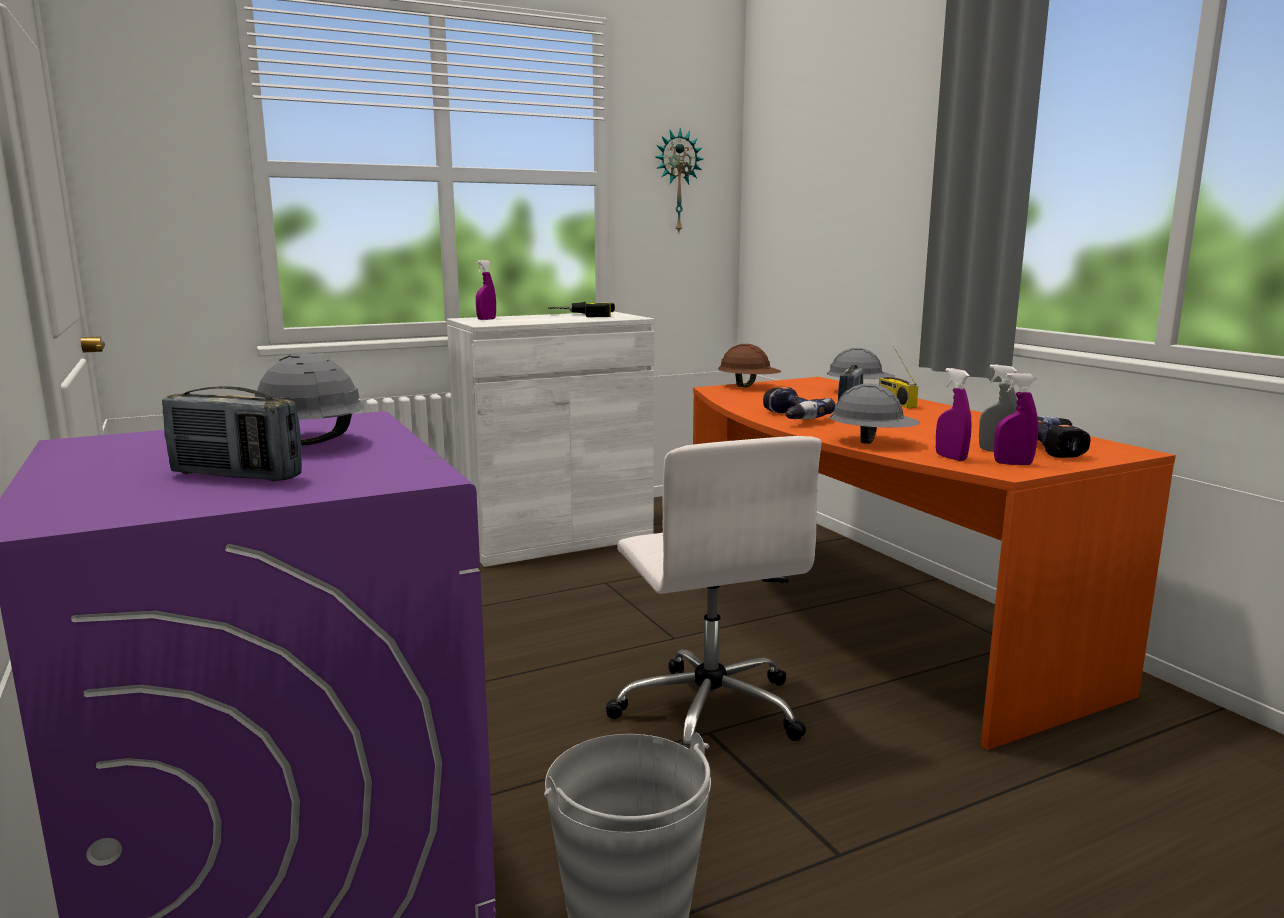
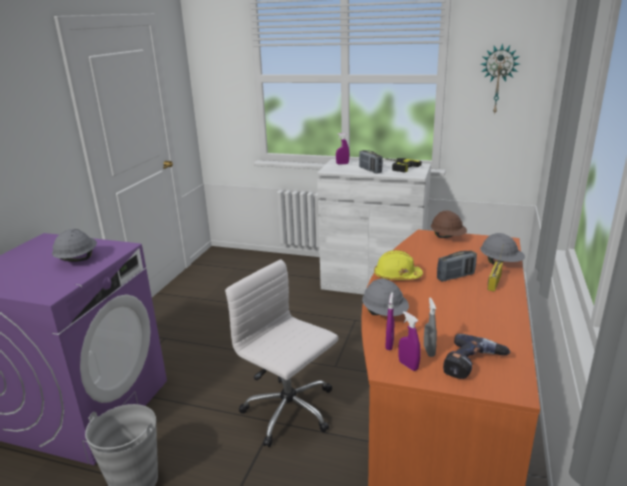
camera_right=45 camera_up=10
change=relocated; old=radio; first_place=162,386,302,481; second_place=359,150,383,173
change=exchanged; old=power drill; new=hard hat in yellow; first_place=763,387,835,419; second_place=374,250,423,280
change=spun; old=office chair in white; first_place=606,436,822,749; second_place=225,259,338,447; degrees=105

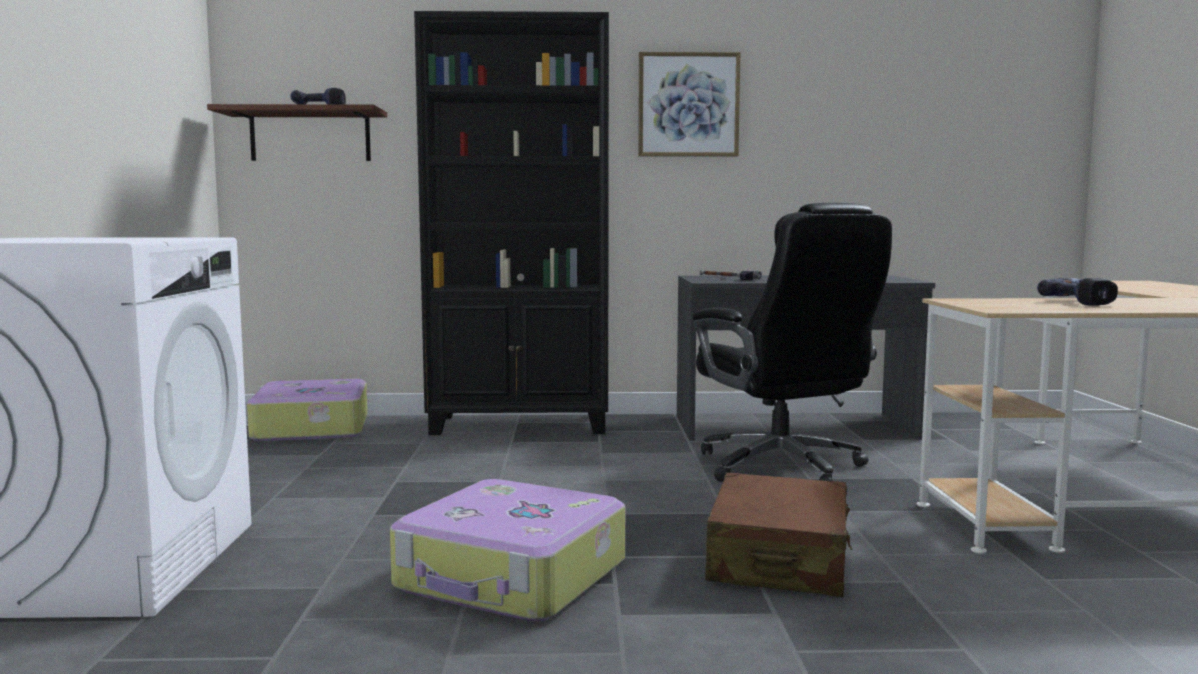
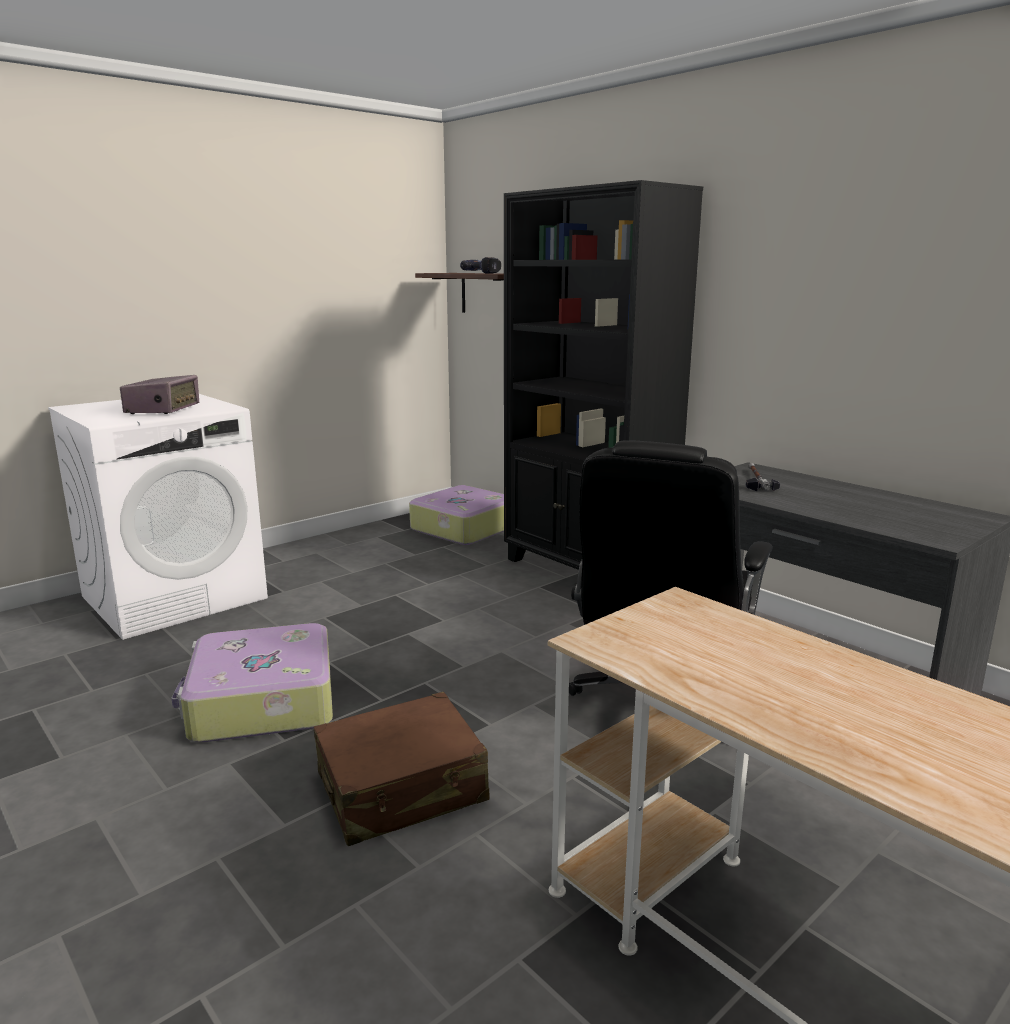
camera_right=50 camera_up=10
change=missing; old=picture; first_place=638,52,741,157
change=missing; old=power drill; first_place=1037,278,1118,305
change=appeared; new=radio; second_place=120,375,199,414

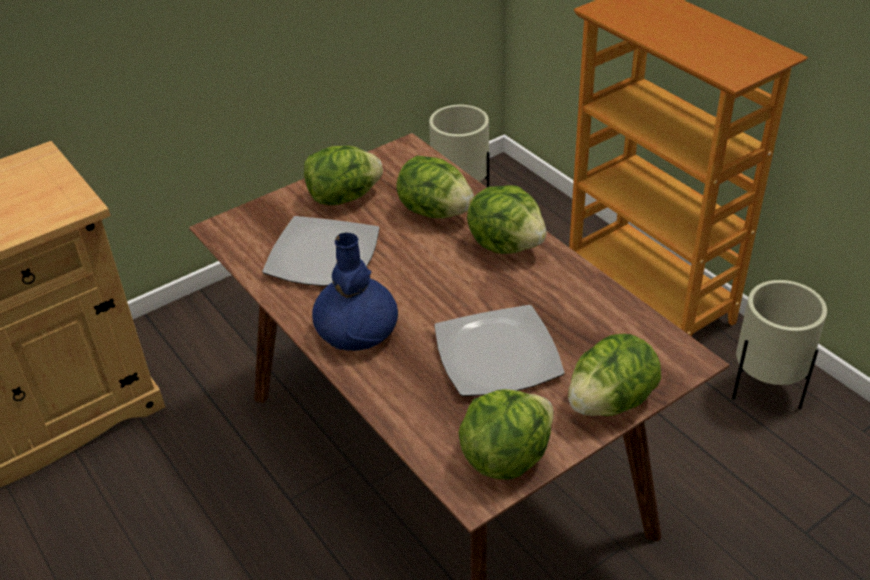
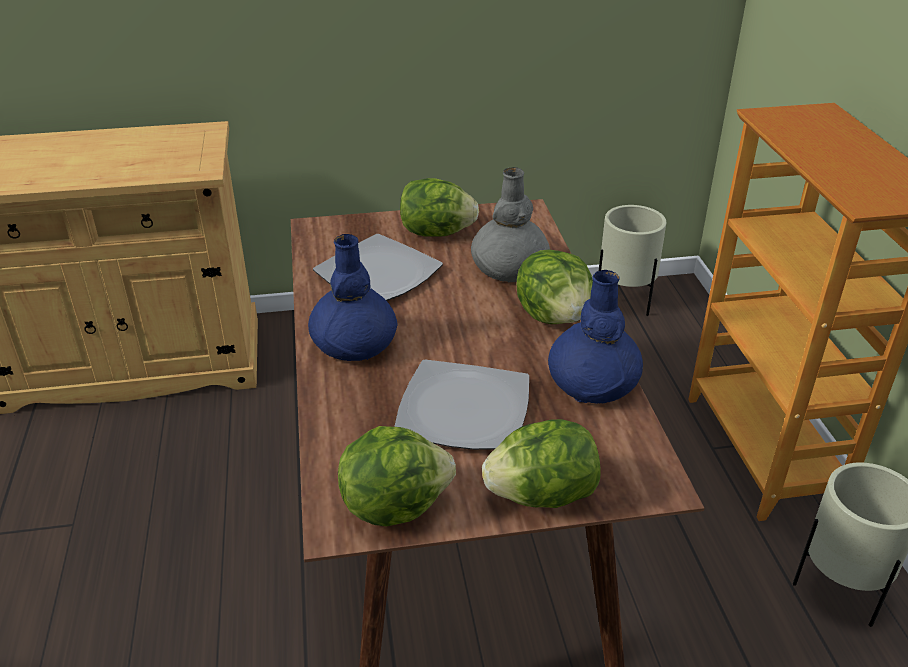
camera_right=25 camera_up=-5
change=appeared; new=vase in blue; second_place=548,270,643,404
change=exchanged; old=lettuce; new=vase in grey; first_place=396,155,474,218; second_place=471,167,550,283

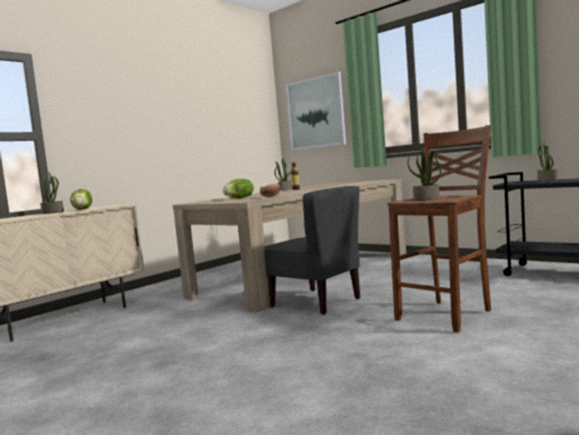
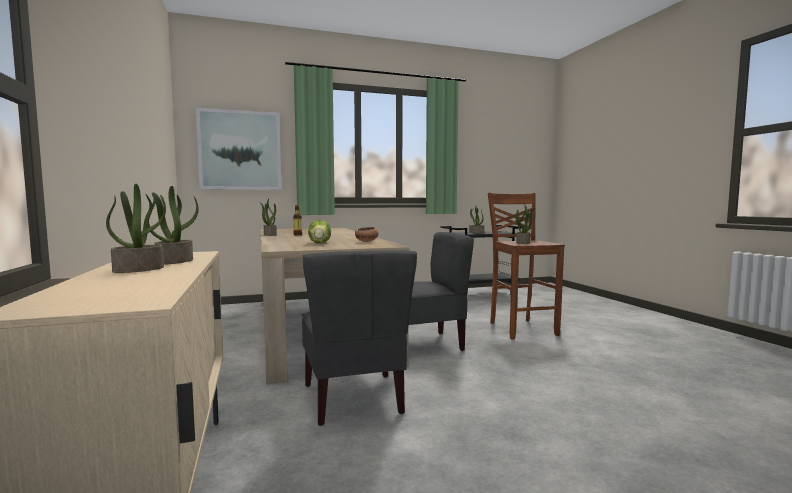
camera_right=-60 camera_up=0
change=appeared; new=chair in grey; second_place=302,250,417,426
change=exchanged; old=lettuce; new=potted plant; first_place=70,189,92,210; second_place=148,186,199,265

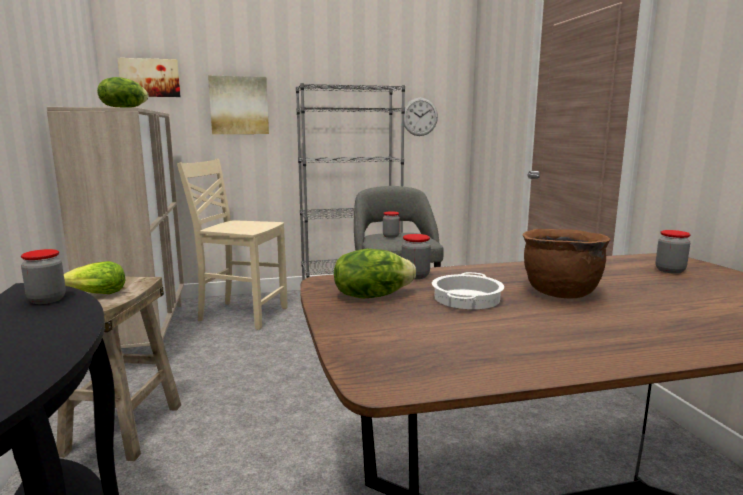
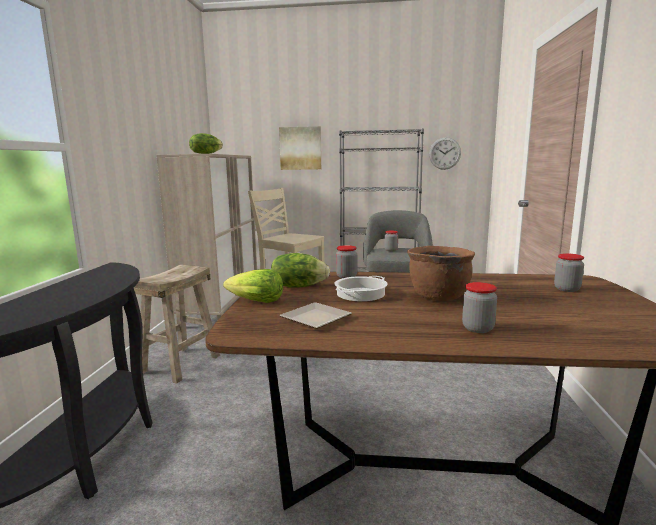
camera_right=20 camera_up=0
change=missing; old=picture; first_place=117,58,181,97
change=appeared; new=plate; second_place=279,302,352,329
change=relocated; old=jar; first_place=21,249,66,304; second_place=462,282,497,333
change=relocated; old=lettuce; first_place=64,261,126,294; second_place=223,269,283,303

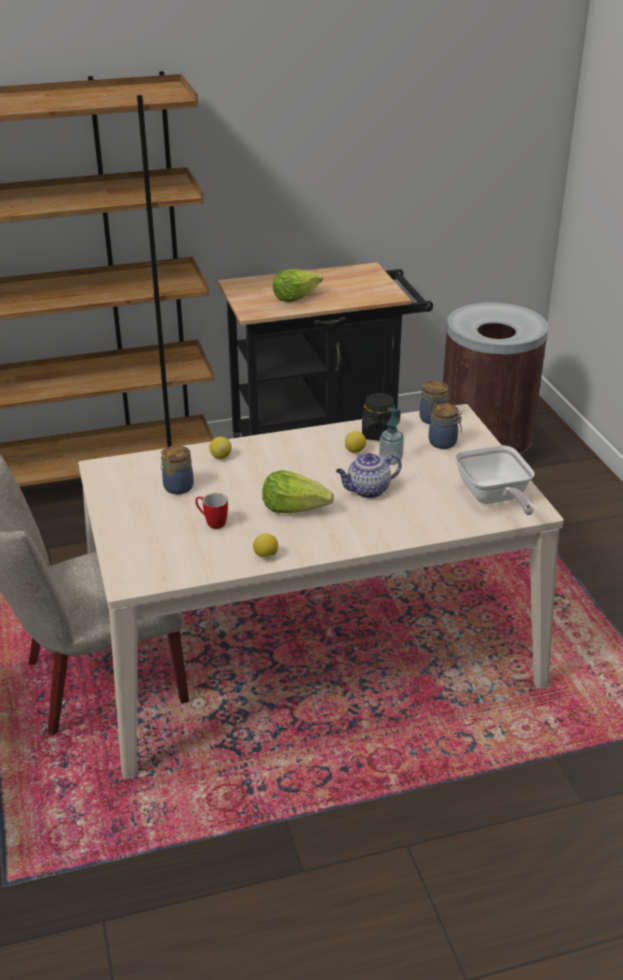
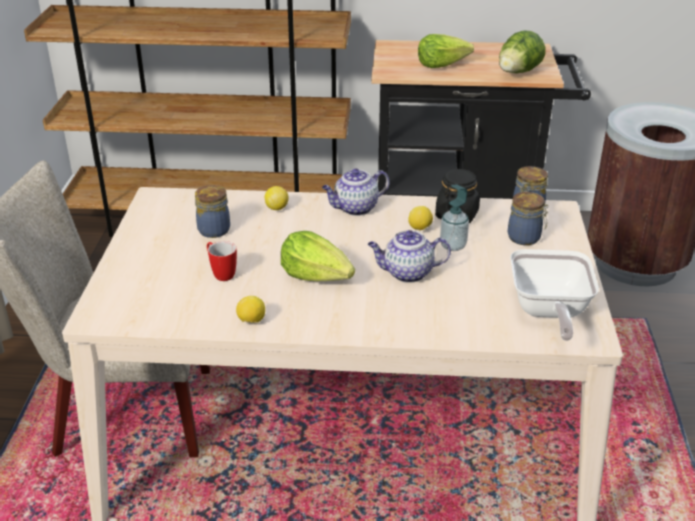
camera_right=20 camera_up=0
change=appeared; new=teapot; second_place=322,169,390,216
change=appeared; new=lettuce; second_place=499,30,545,73

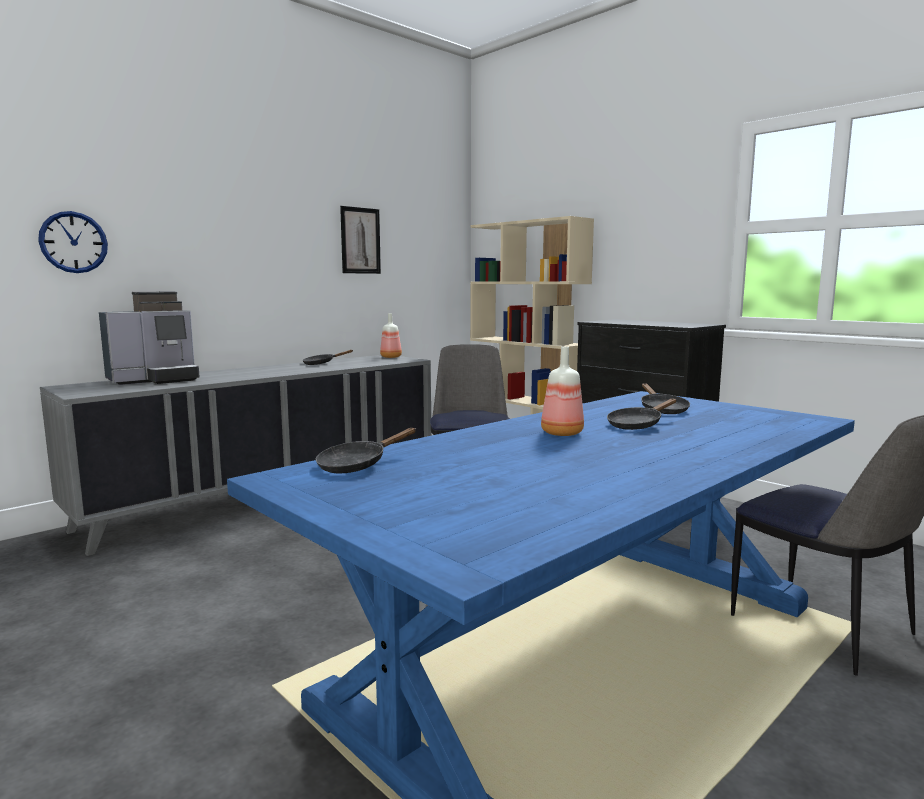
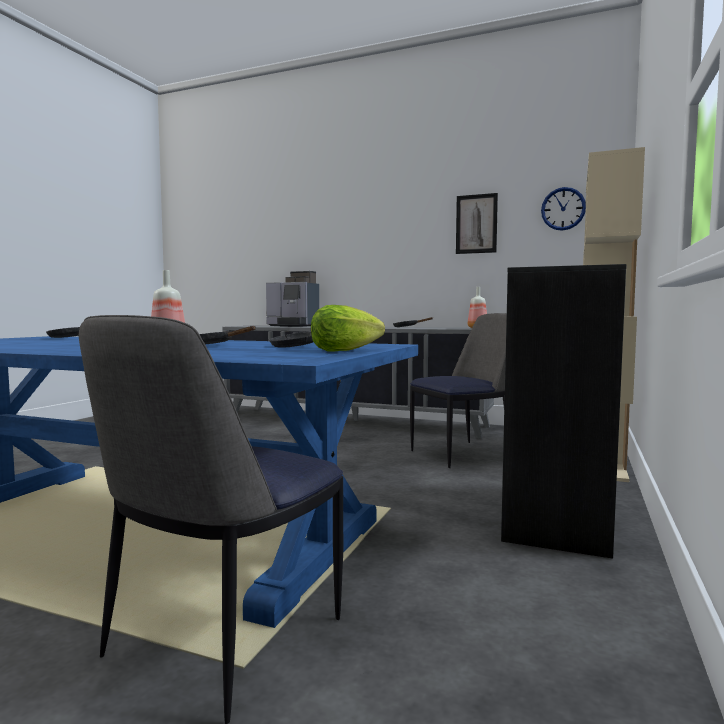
camera_right=65 camera_up=-5
change=appeared; new=lettuce; second_place=311,305,385,352
change=relocated; old=wall clock; first_place=38,211,108,273; second_place=541,187,586,231

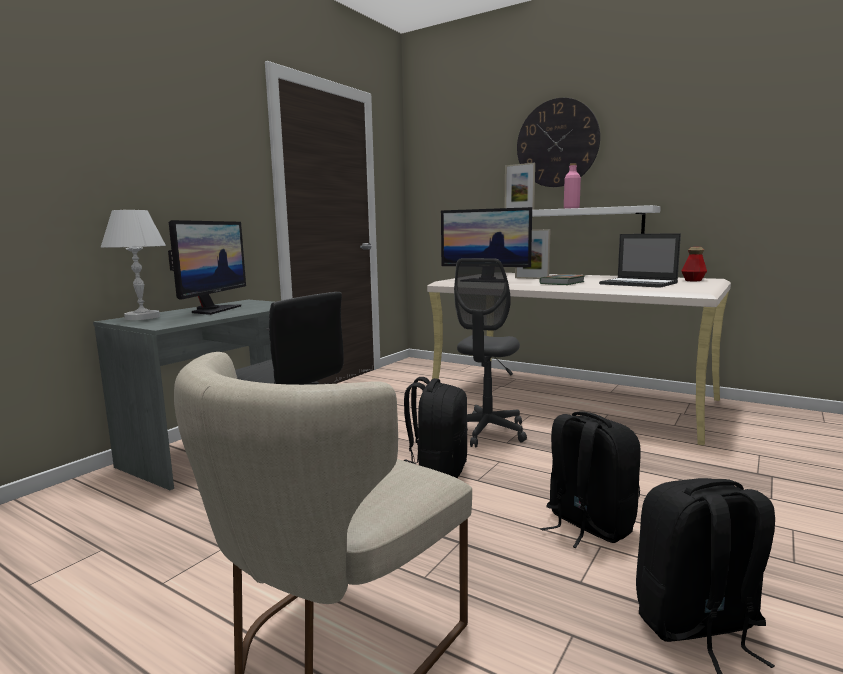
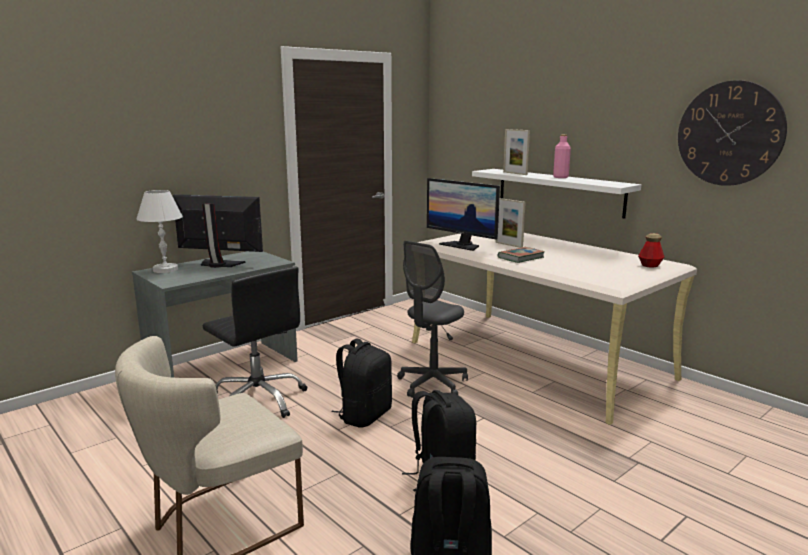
camera_right=15 camera_up=5
change=missing; old=laptop; first_place=599,233,681,288
change=relocated; old=wall clock; first_place=517,98,600,187; second_place=678,80,787,186
change=spun; old=monitor; first_place=168,220,246,315; second_place=173,194,263,268; degrees=-105

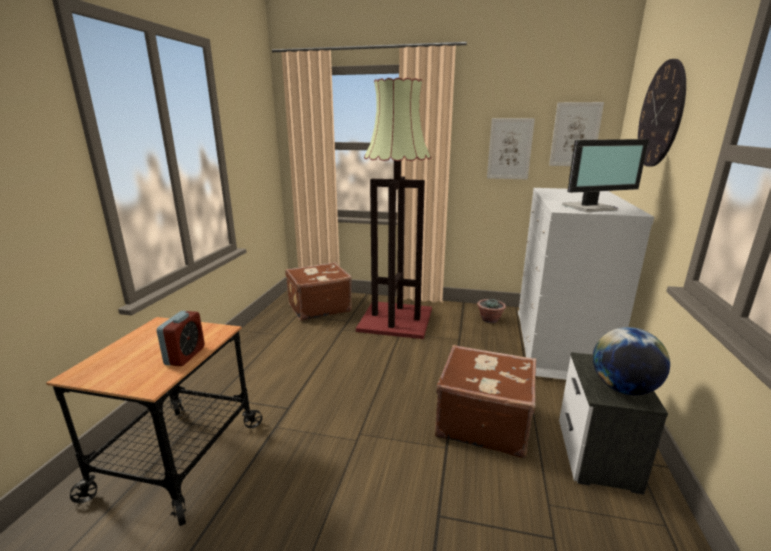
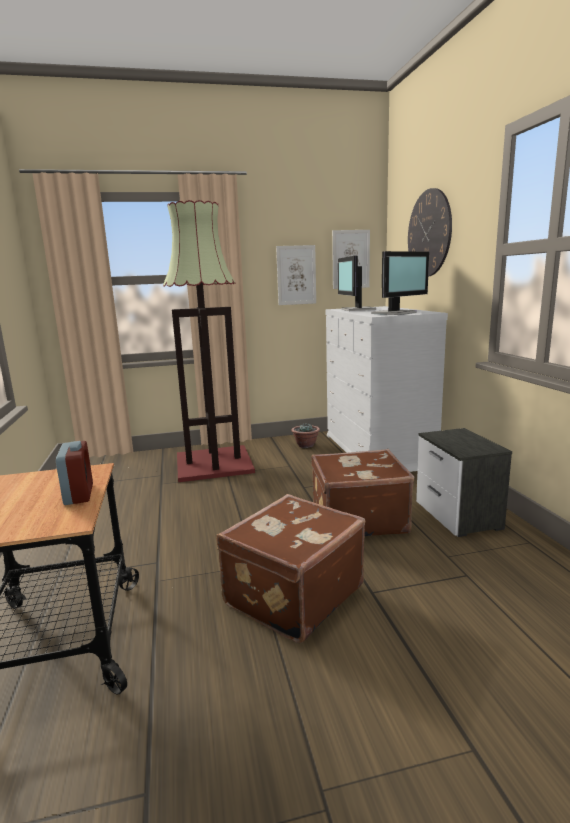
camera_right=-25 camera_up=-5
change=missing; old=globe; first_place=593,327,670,395
change=appeared; new=monitor; second_place=338,256,376,311
change=relocated; old=suitcase in brown; first_place=285,262,352,321; second_place=216,494,365,644

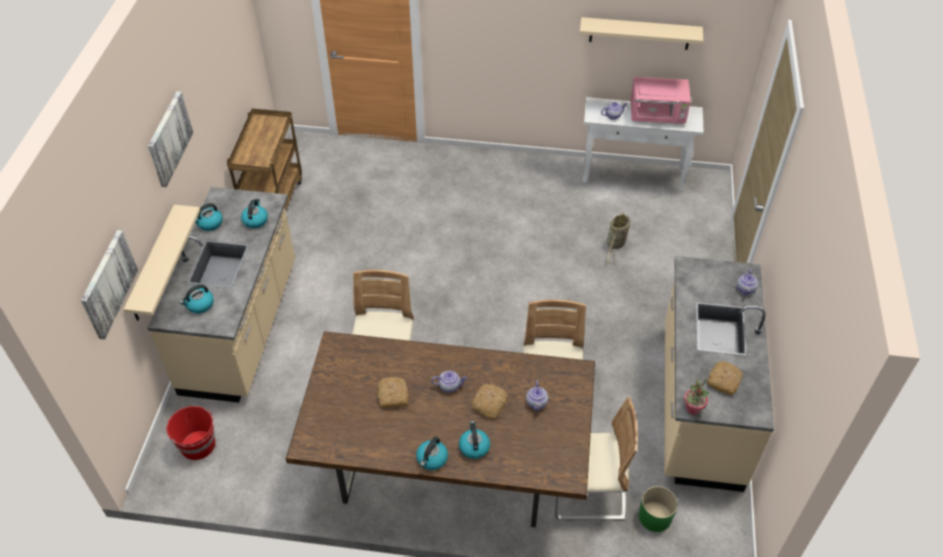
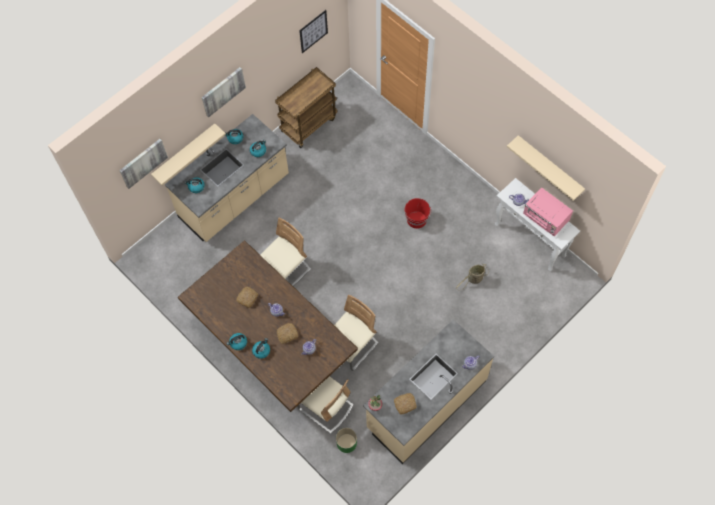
camera_right=40 camera_up=15
change=appeared; new=picture; second_place=299,10,328,53
change=relocated; old=bucket in red; first_place=167,406,215,460; second_place=405,198,431,229

